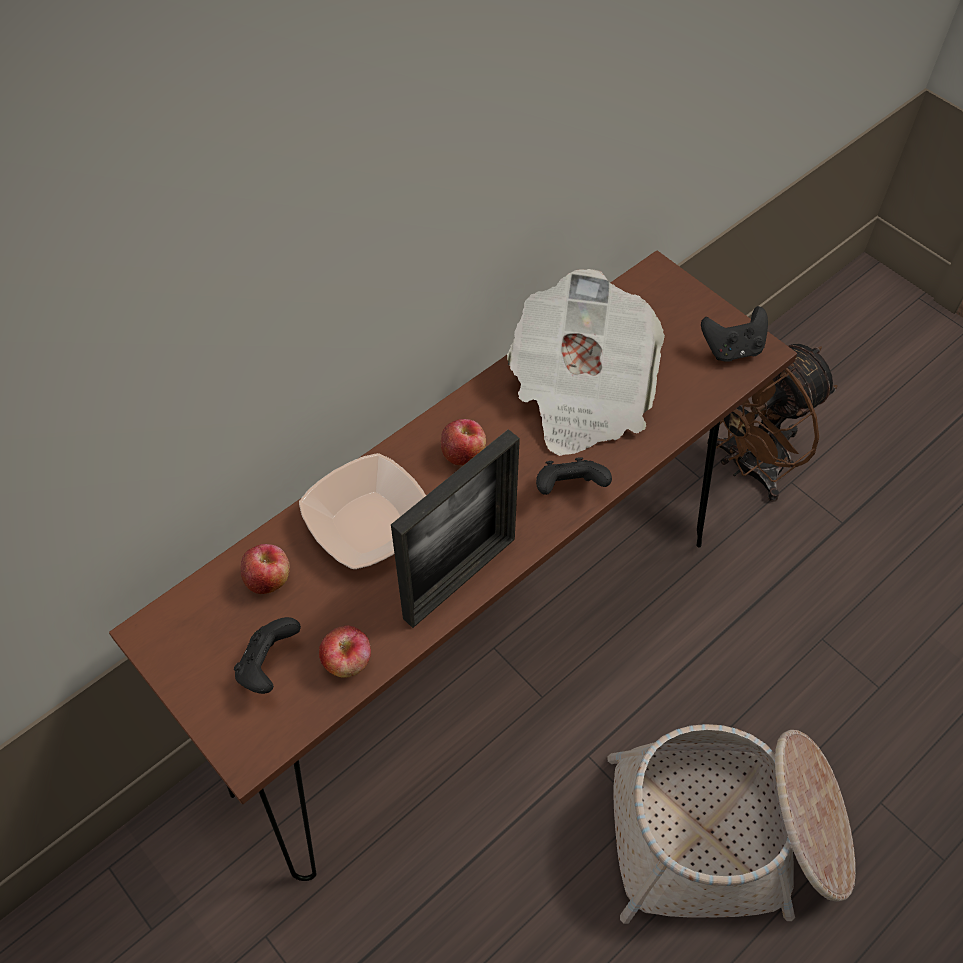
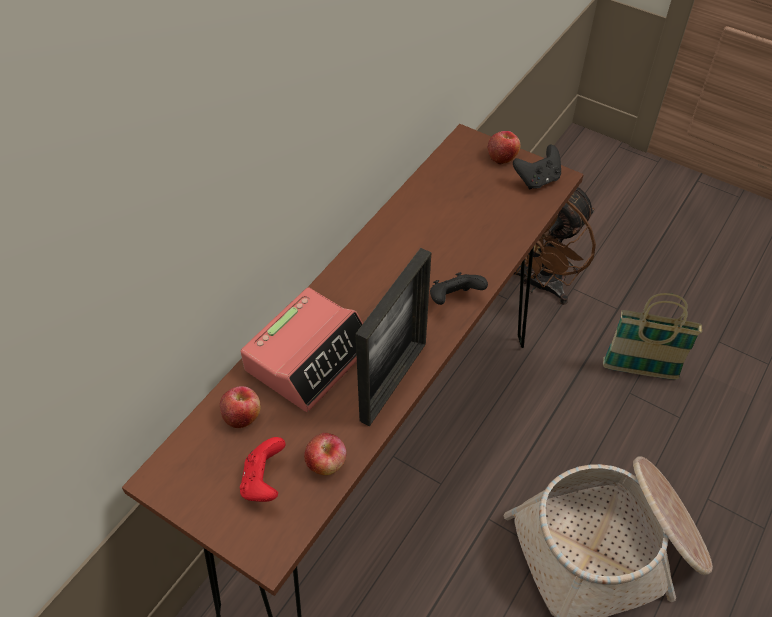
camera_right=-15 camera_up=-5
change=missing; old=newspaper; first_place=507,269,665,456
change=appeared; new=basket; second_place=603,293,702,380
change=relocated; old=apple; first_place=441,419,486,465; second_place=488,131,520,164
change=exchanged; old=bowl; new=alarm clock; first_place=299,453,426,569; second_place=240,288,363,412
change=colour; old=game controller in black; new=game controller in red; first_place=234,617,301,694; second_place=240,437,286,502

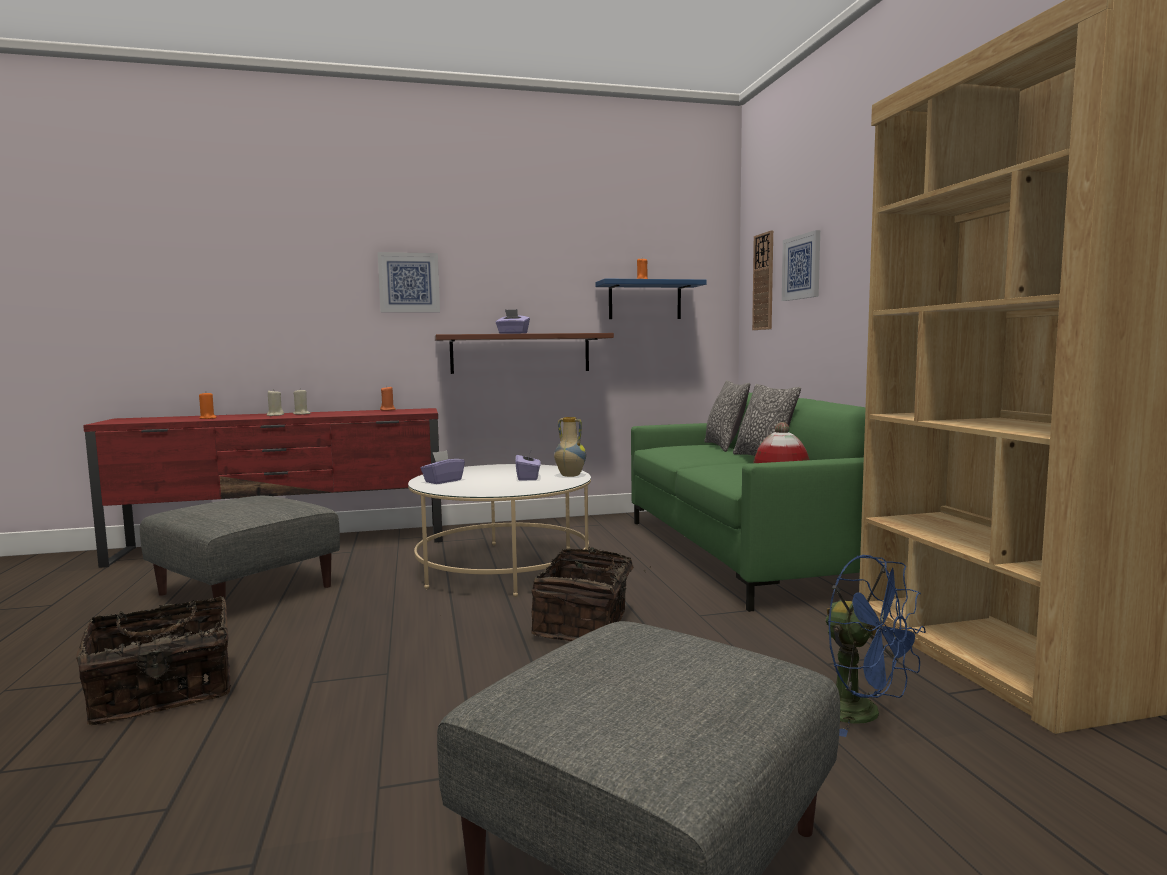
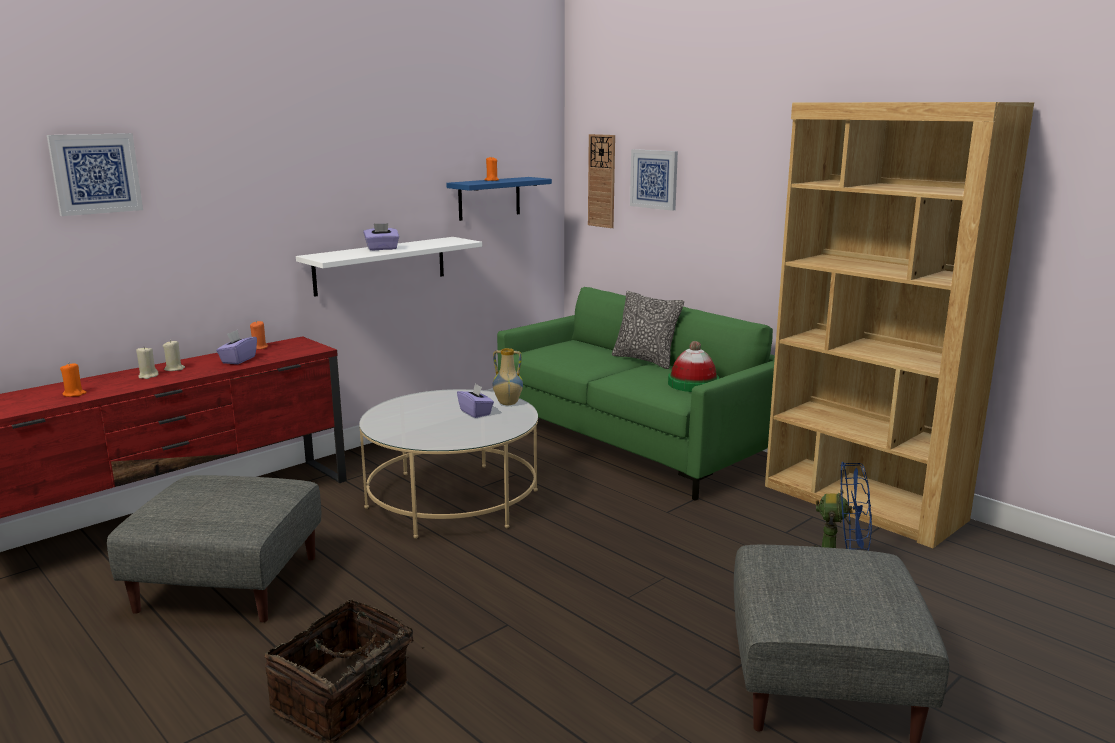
camera_right=-30 camera_up=10
change=missing; old=basket; first_place=531,547,651,641
change=missing; old=pillow; first_place=704,380,750,452
change=relocated; old=picture; first_place=378,252,440,312; second_place=47,133,143,216
change=relocated; old=tissue box in purple; first_place=420,450,465,484; second_place=216,330,257,364
change=colour; old=shelf in brown; new=shelf in white; first_place=435,333,614,374; second_place=296,237,482,297

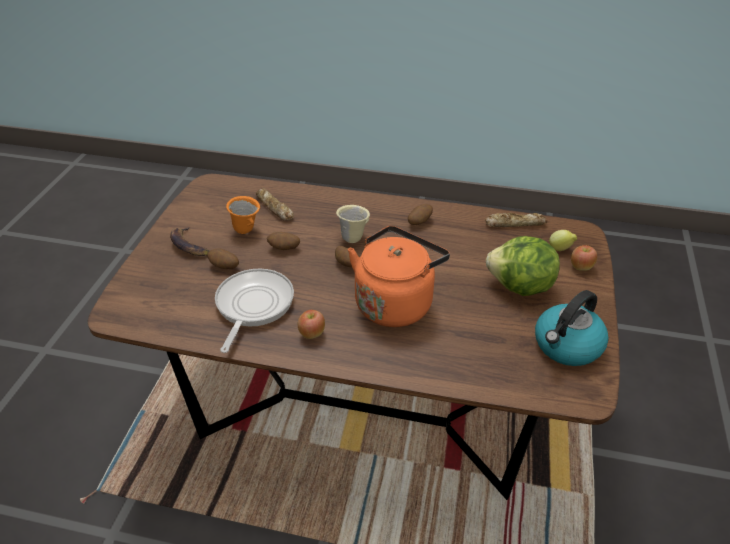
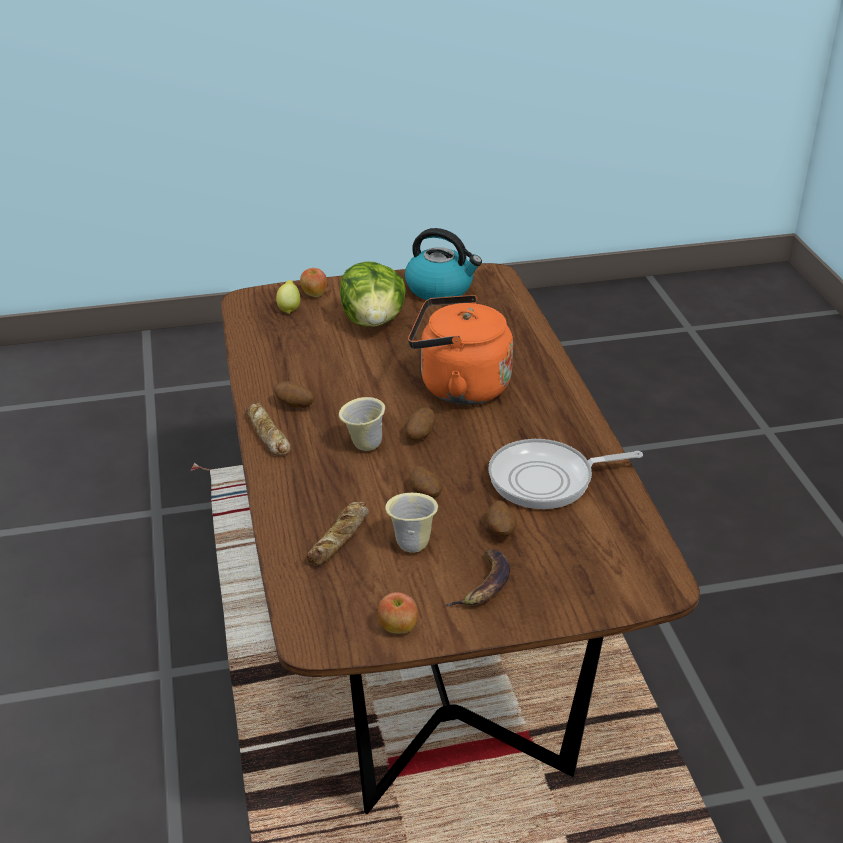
camera_right=-115 camera_up=-5
change=relocated; old=apple; first_place=298,310,325,339; second_place=378,592,418,633
change=relocated; old=bread; first_place=485,213,548,227; second_place=246,402,291,456
change=colour; old=mug in orange; new=mug in beige; first_place=226,196,260,234; second_place=385,493,438,552

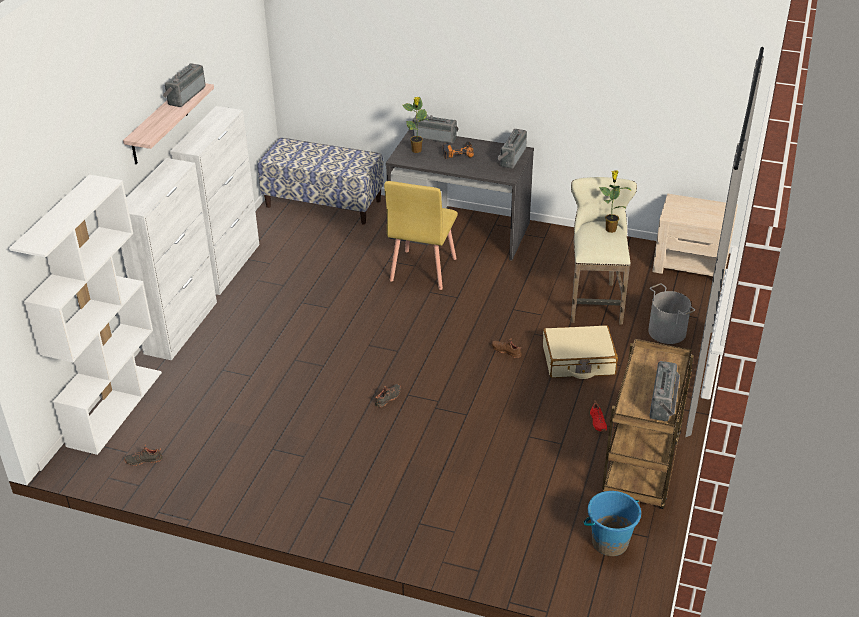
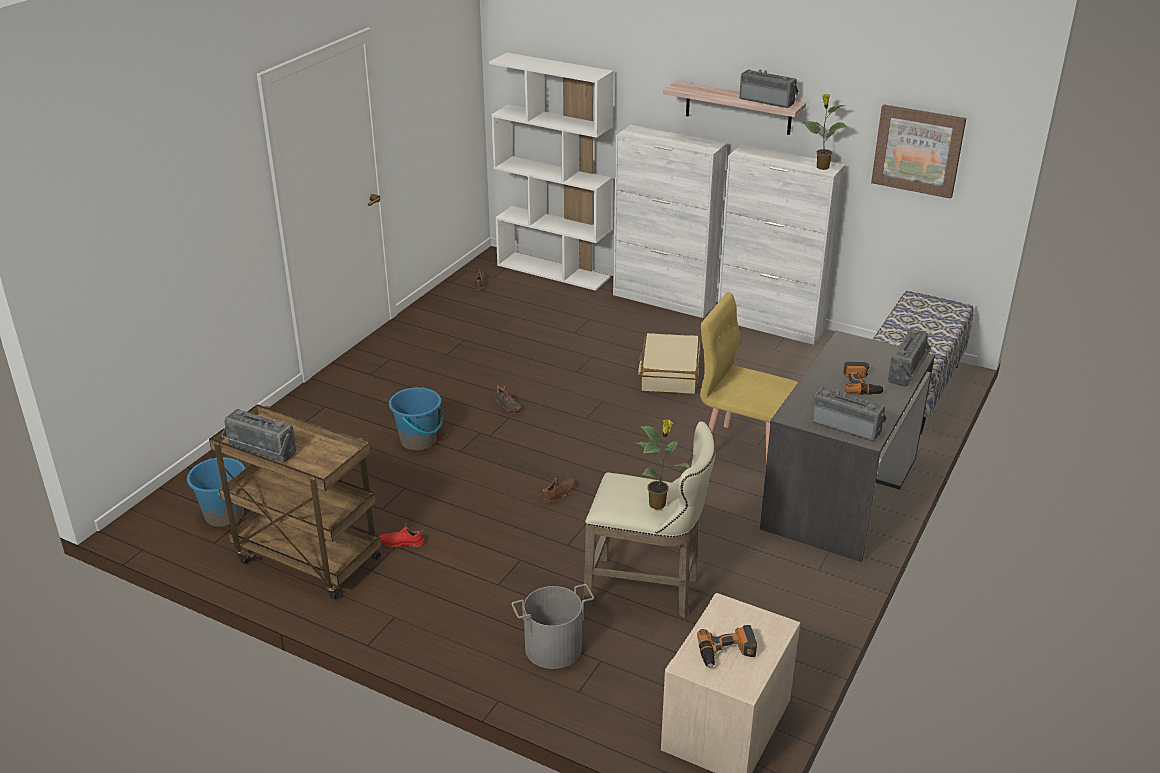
camera_right=100 camera_up=-5
change=appeared; new=bucket in blue; second_place=389,387,443,450
change=appeared; new=power drill; second_place=697,625,757,668
change=appeared; new=picture; second_place=871,104,966,199
change=relocated; old=potted plant; first_place=402,97,428,153; second_place=803,94,848,170
change=relocated; old=suitcase in beige; first_place=543,325,618,379; second_place=638,333,700,395

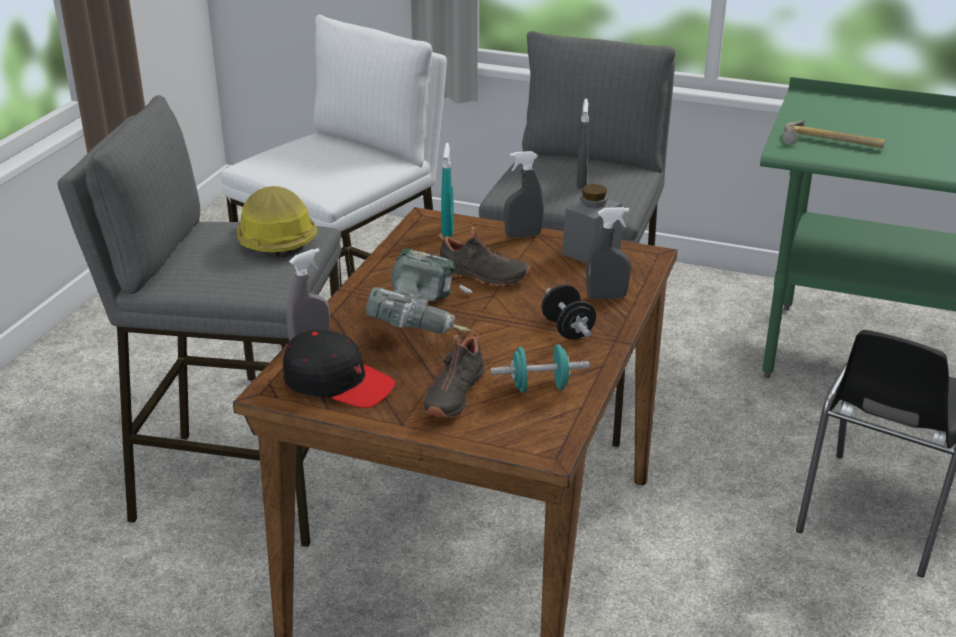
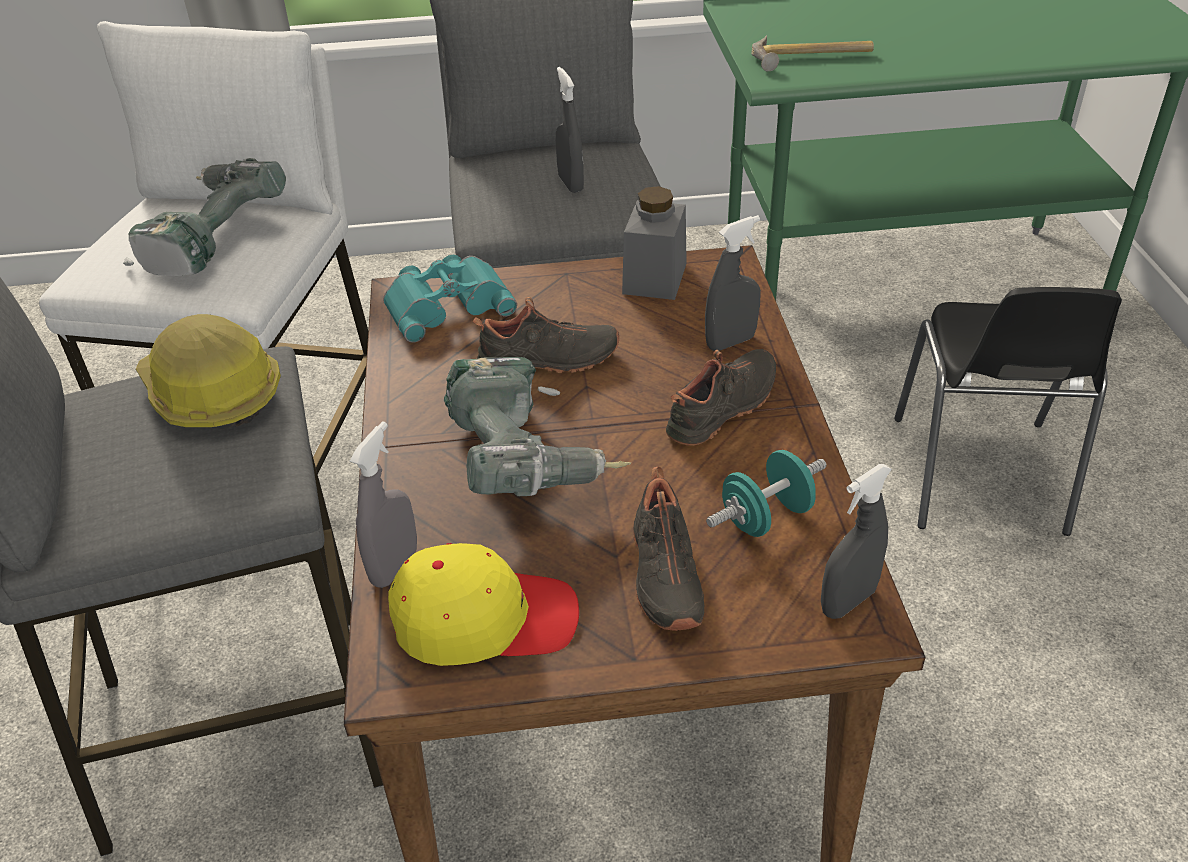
camera_right=-25 camera_up=10
change=appeared; new=power drill; second_place=123,158,286,276
change=relocated; old=spray bottle in grey; first_place=504,151,544,238; second_place=821,464,892,619
change=exchanged; old=spray bottle in turquoise; new=binoculars in turquoise; first_place=441,143,454,238; second_place=383,255,517,343
change=exchanged; old=dumbbell in black; new=shoe in black; first_place=541,284,596,340; second_place=666,349,776,446
change=colour; old=cap in black; new=cap in yellow; first_place=283,330,395,408; second_place=388,543,579,666

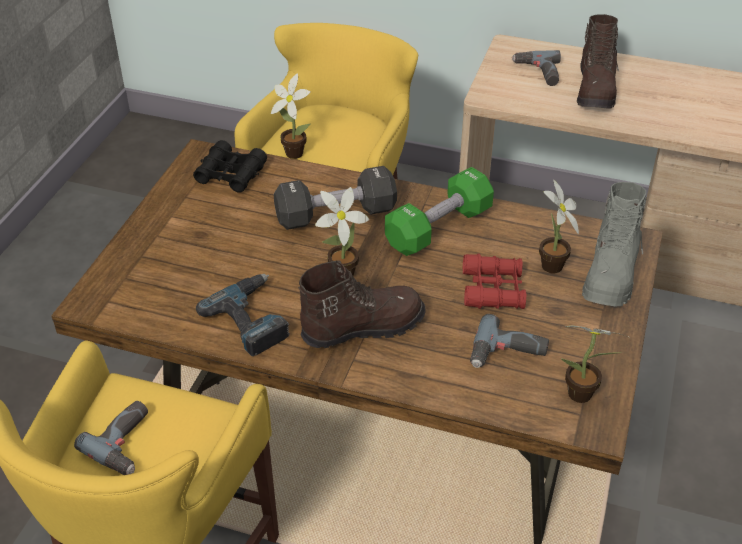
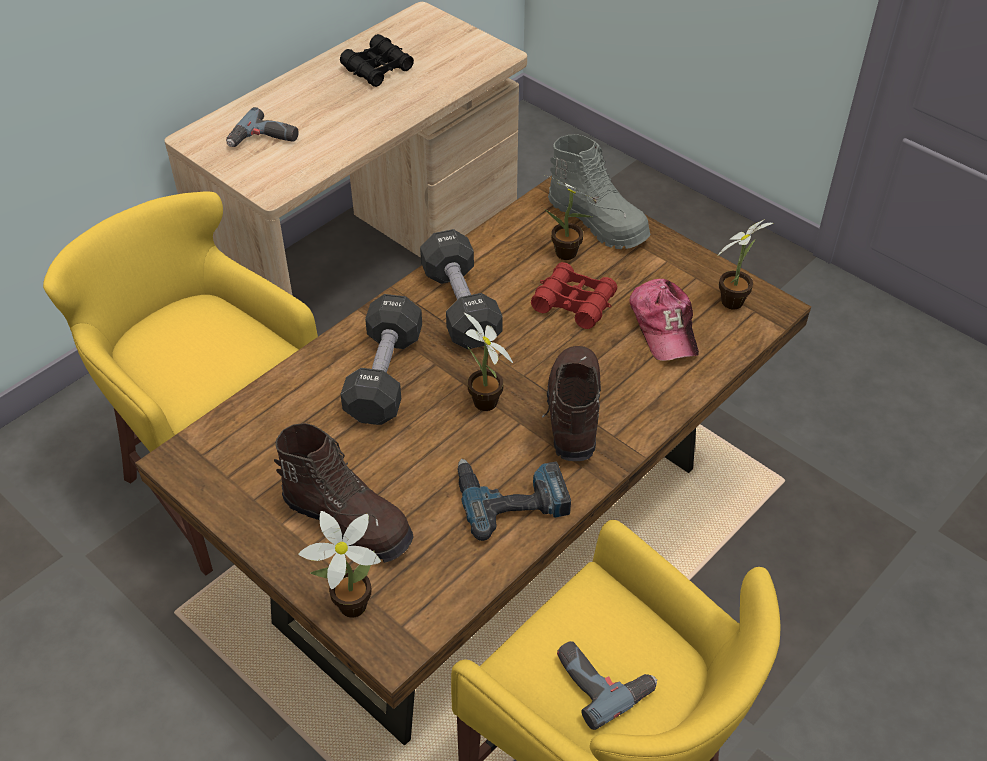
camera_right=-65 camera_up=5
change=relocated; old=binoculars in black; first_place=193,140,267,193; second_place=340,34,414,87
change=relocated; old=potted plant; first_place=271,73,310,159; second_place=299,511,381,618
change=relocated; old=boot in brown; first_place=577,14,619,109; second_place=274,423,414,563
change=exchanged; old=power drill; new=cap; first_place=470,314,549,368; second_place=629,279,699,361
change=colour; old=dumbbell in green; new=dumbbell in black; first_place=385,167,494,256; second_place=420,229,503,349

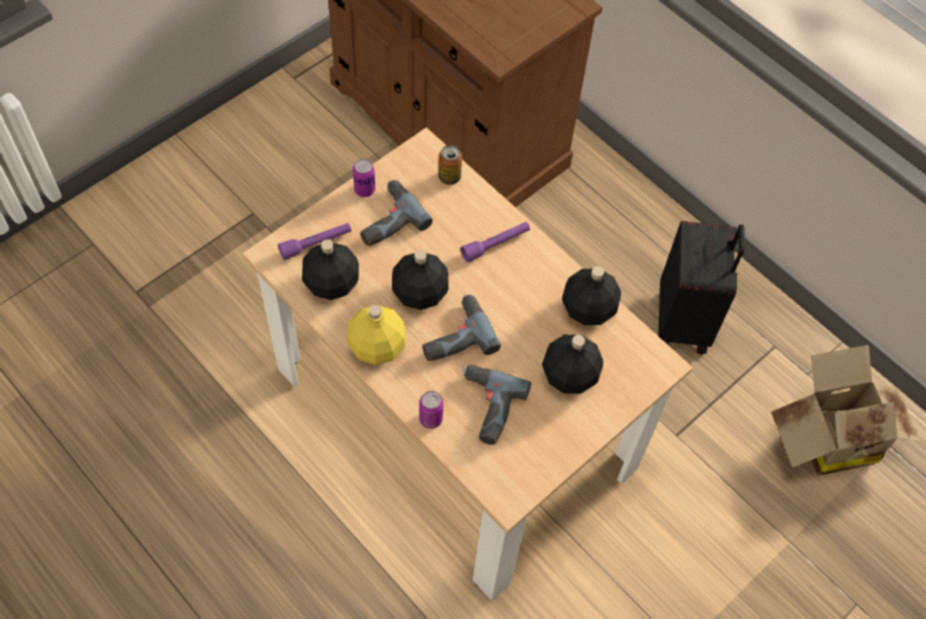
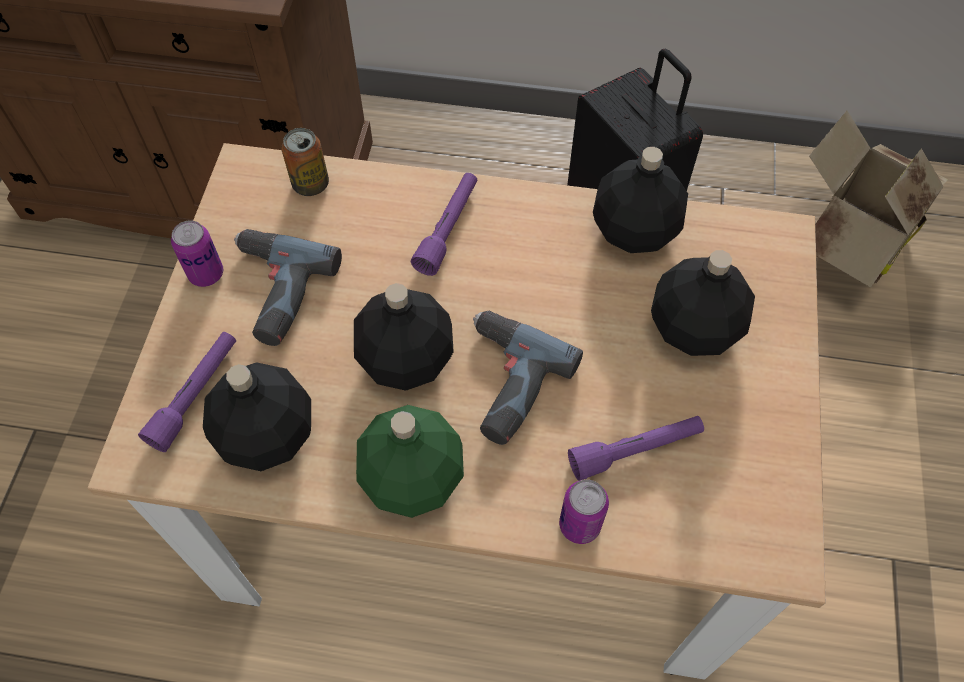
camera_right=-35 camera_up=0
change=exchanged; old=power drill; new=flashlight in purple; first_place=462,365,531,445; second_place=568,416,704,481
change=colour; old=bottle in yellow; new=bottle in green; first_place=347,305,406,365; second_place=356,405,464,518

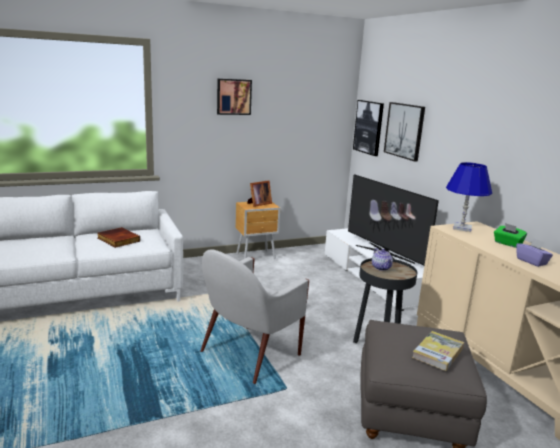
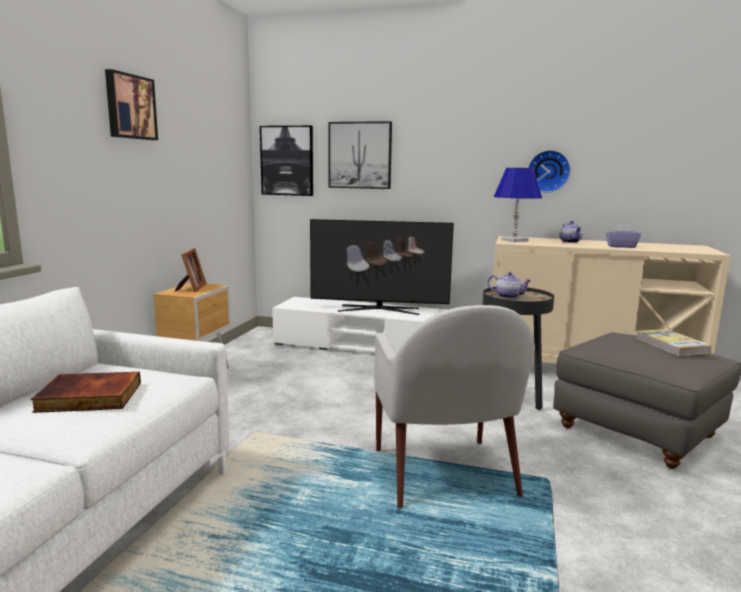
camera_right=-50 camera_up=-5
change=appeared; new=wall clock; second_place=528,150,571,193
change=exchanged; old=tissue box in green; new=teapot; first_place=494,223,527,248; second_place=559,221,583,243

